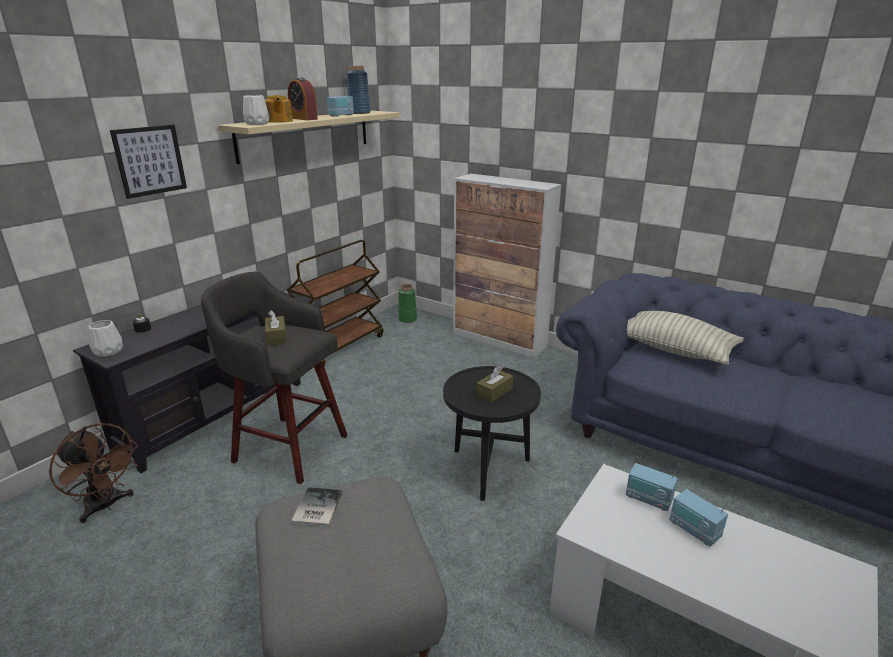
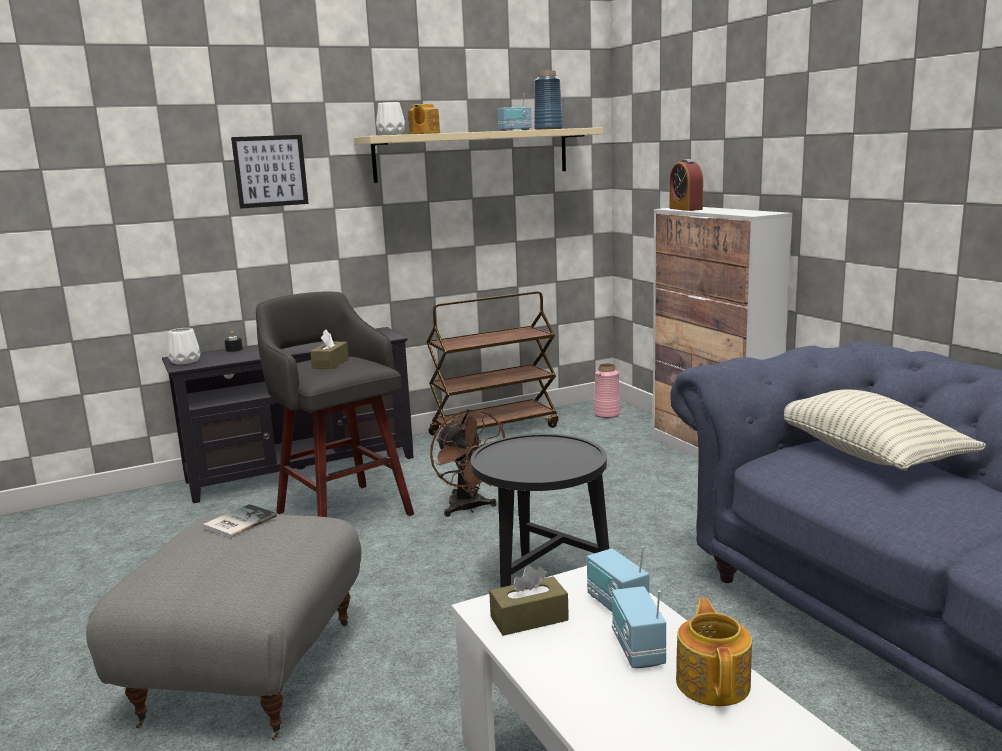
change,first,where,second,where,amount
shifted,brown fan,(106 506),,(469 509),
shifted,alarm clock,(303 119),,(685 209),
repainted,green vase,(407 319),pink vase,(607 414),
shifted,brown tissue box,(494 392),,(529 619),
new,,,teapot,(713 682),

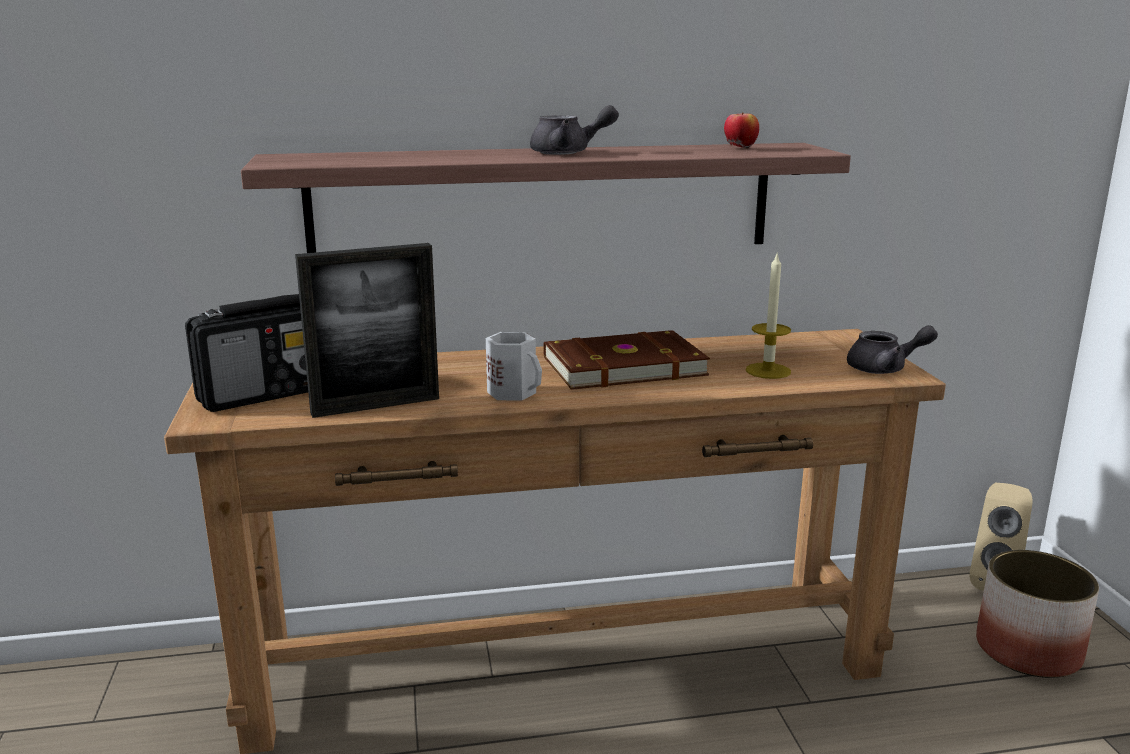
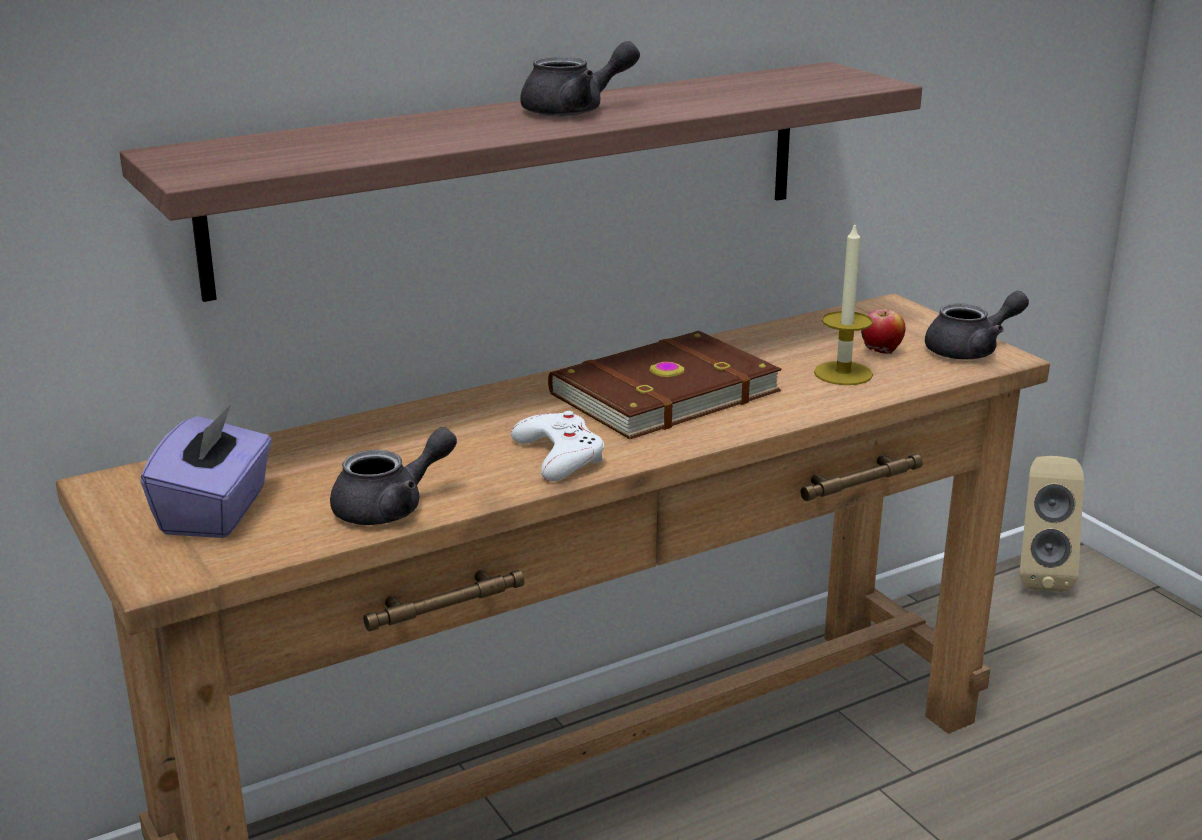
change,first,where,second,where,amount
swapped,radio,(270 393),purple tissue box,(216 512),
swapped,picture frame,(376 406),grey teapot,(391 507),
swapped,white mug,(514 392),white game controller,(559 455),
shifted,apple,(740 148),,(881 352),
gone,planter,(1027 650),,,

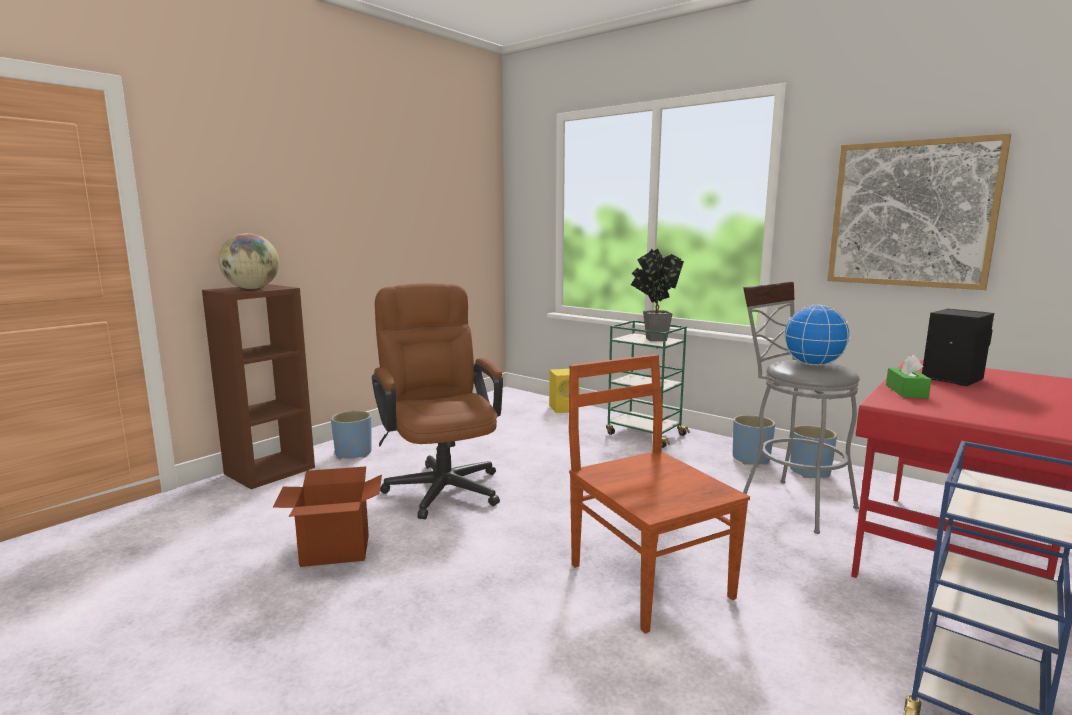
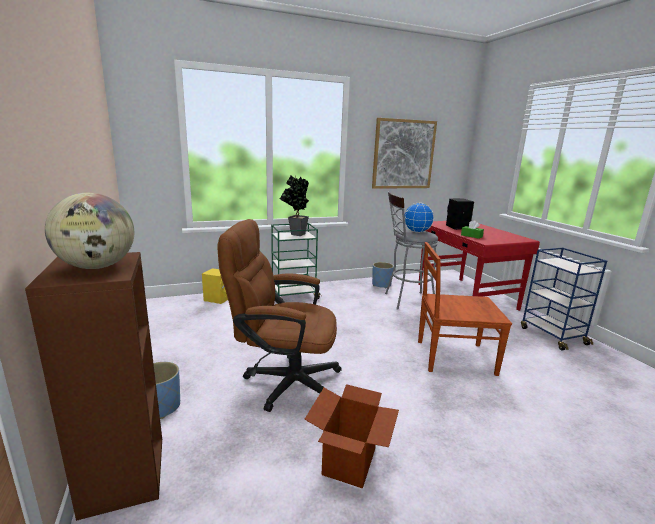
change,first,where,second,where,amount
gone,blue planter,(751 459),,,

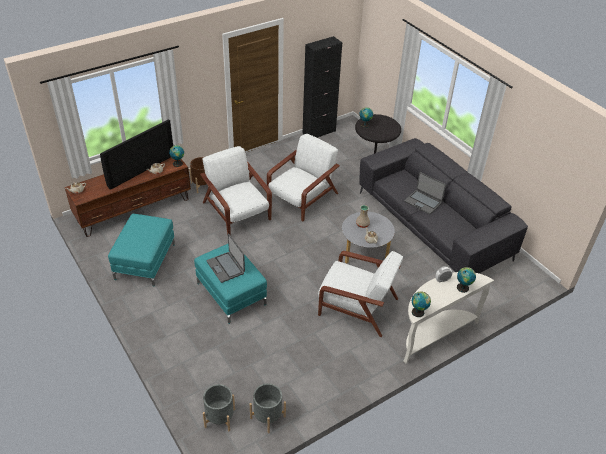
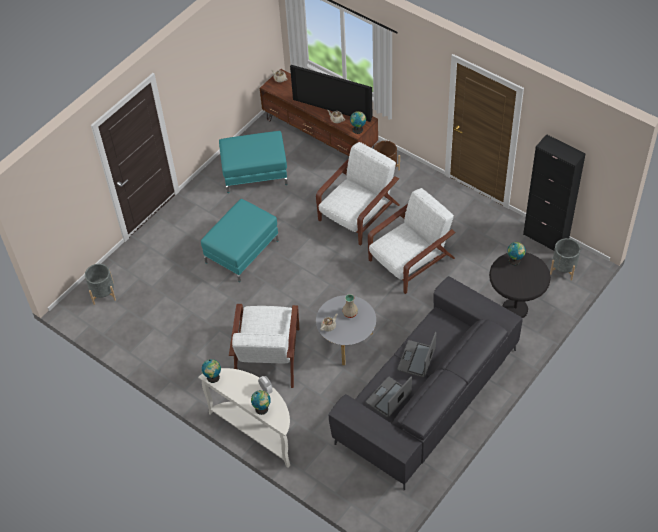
change,first,where,second,where,amount
shifted,laptop,(226 267),,(389 398),
shifted,grey planter,(267 417),,(563 269),
rotated,white armchair,(302 198),,(410 260),60 degrees counterclockwise

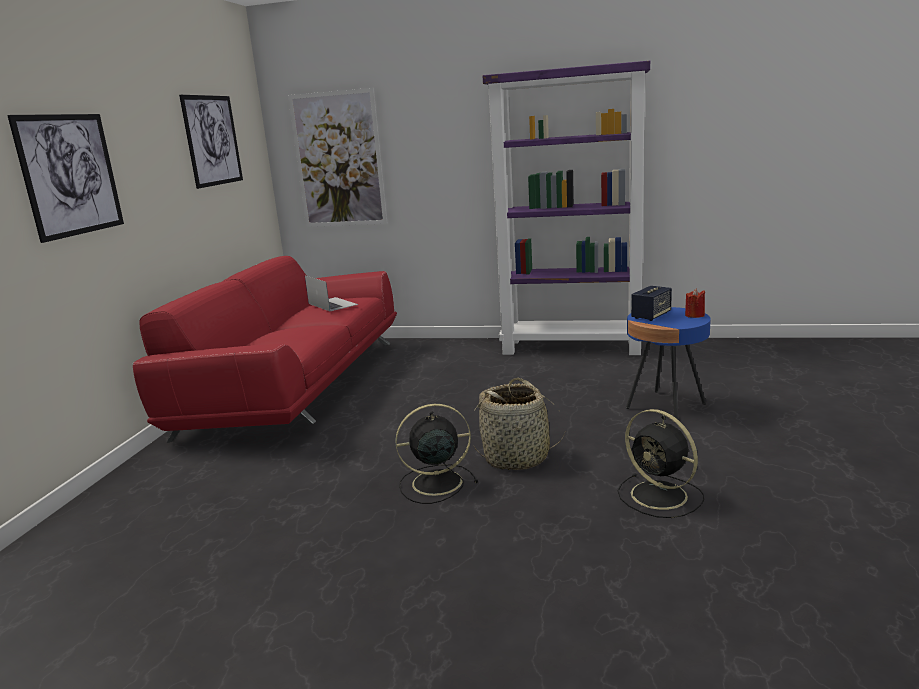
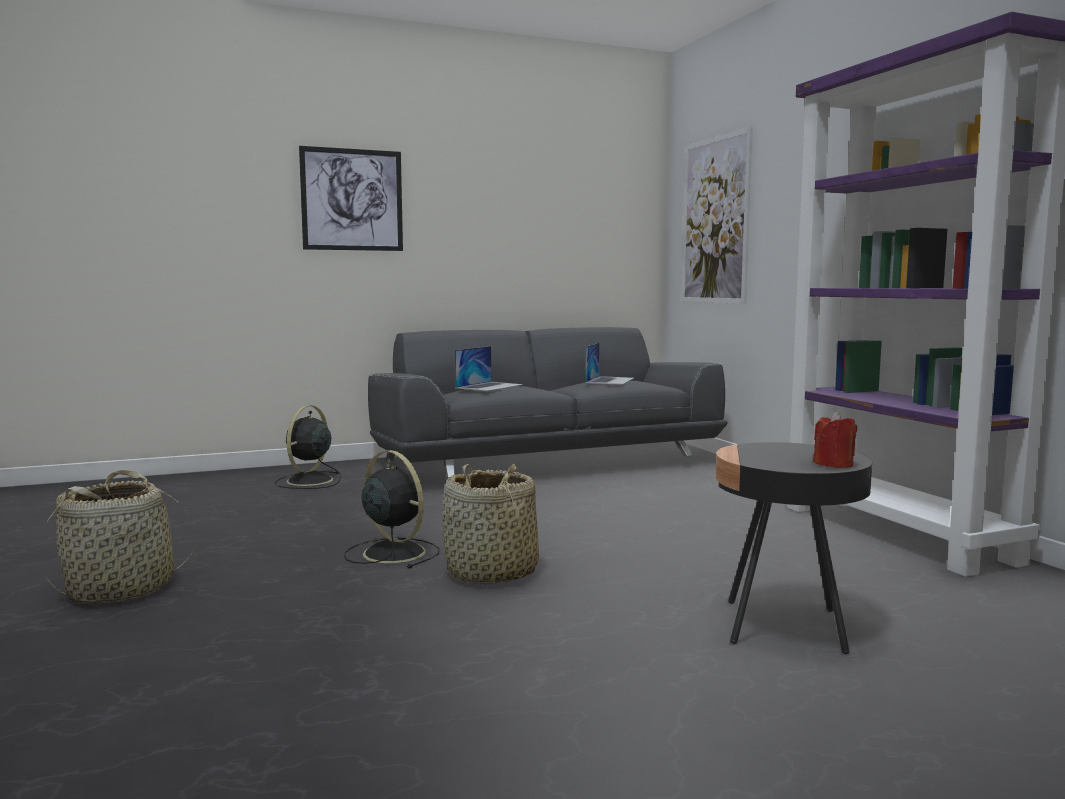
change,first,where,second,where,amount
repainted,red sofa,(294 387),grey sofa,(545 462),
gone,picture,(212 140),,,
shifted,black fan,(661 496),,(308 481),
repainted,blue side table,(665 406),black side table,(784 626),
gone,speaker,(651 316),,,
new,,,basket,(122 590),
new,,,laptop,(489 386),

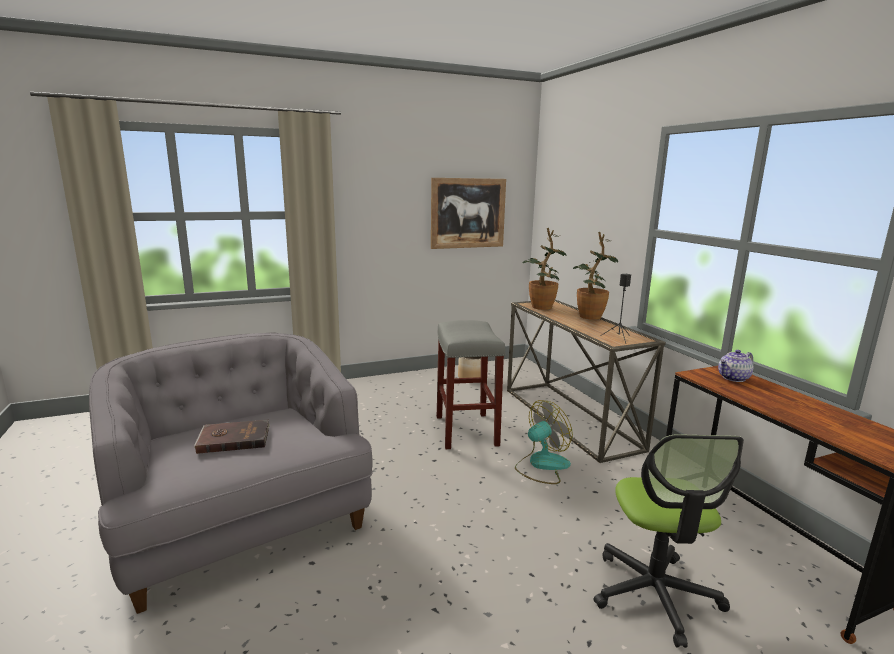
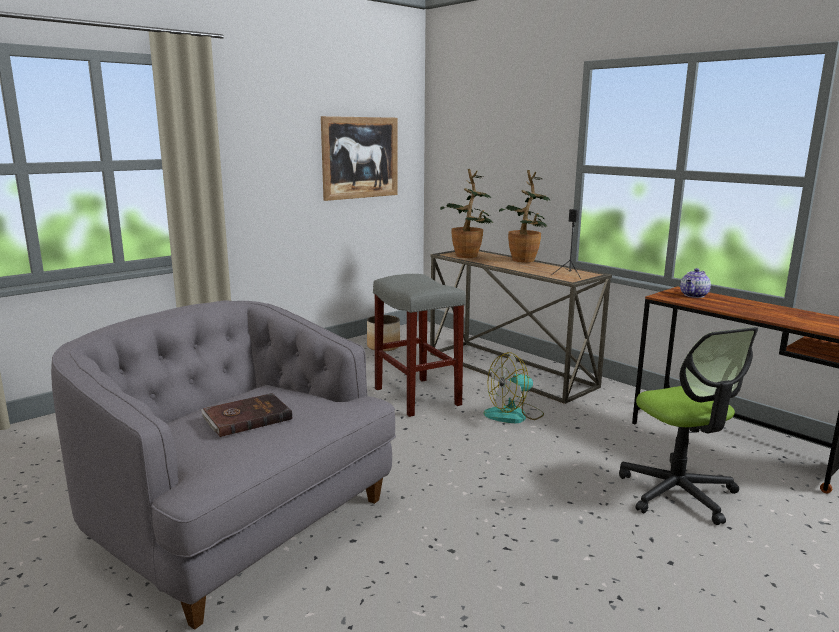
change,first,where,second,where,amount
rotated,fan,(541 465),,(514 415),150 degrees counterclockwise

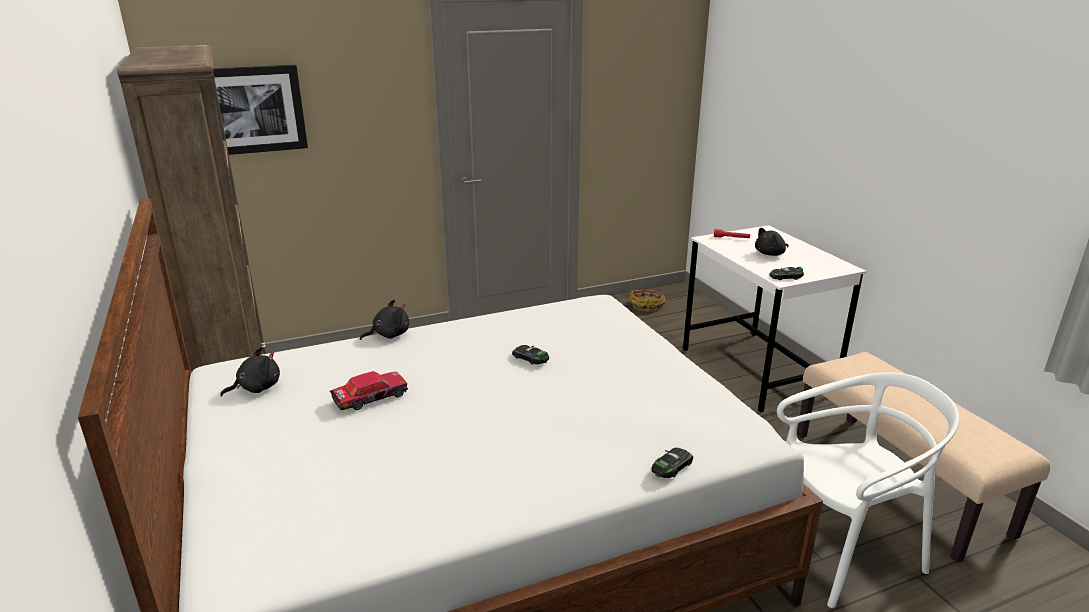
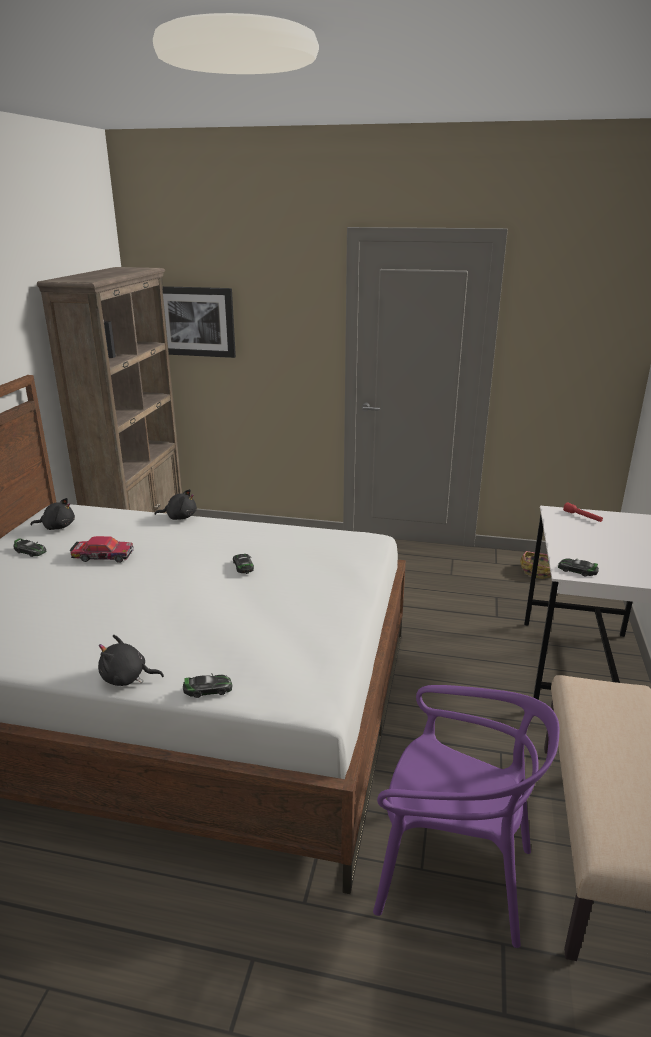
change,first,where,second,where,amount
shifted,black plush toy,(770 254),,(127 678),
repainted,white chair,(842 550),purple chair,(453 874),
new,,,toy car,(30 551),

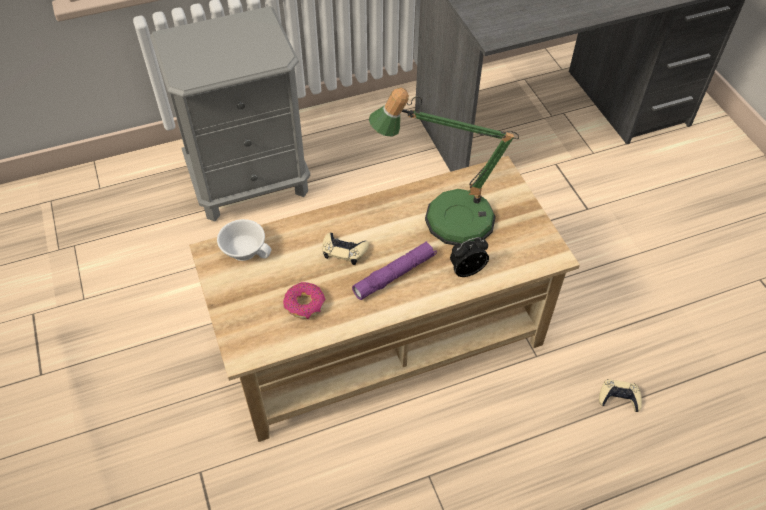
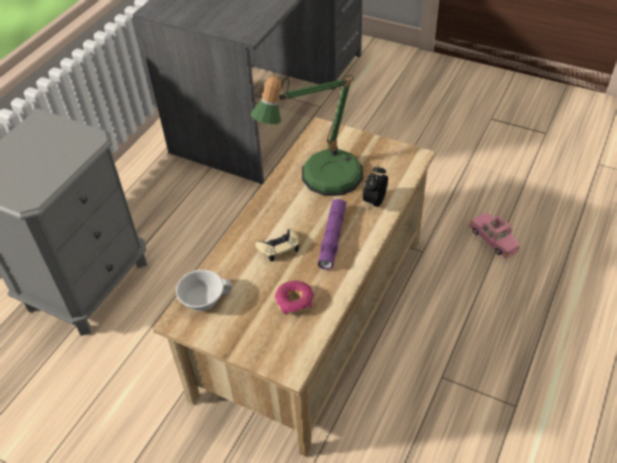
change,first,where,second,where,amount
swapped,beige game controller,(619 397),pink toy car,(493 239),

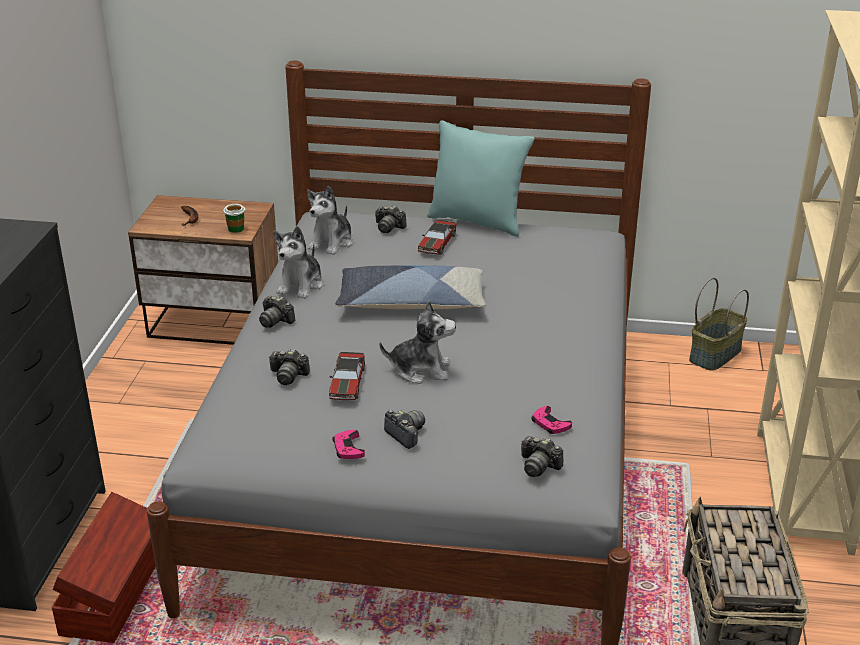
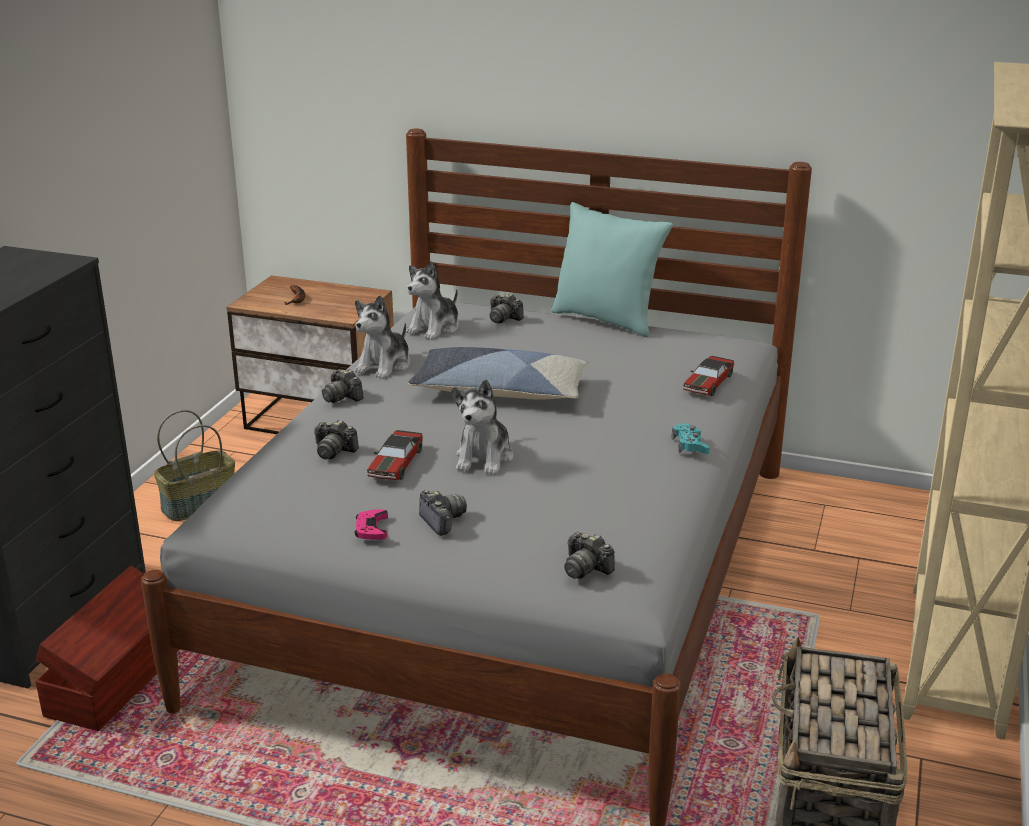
change,first,where,second,where,amount
gone,cup,(236 229),,,
rotated,plush toy,(420 370),,(484 458),90 degrees clockwise
shifted,toy car,(437 243),,(708 383),
gone,pink game controller,(550 424),,,
shifted,basket,(714 354),,(199 503),
new,,,turquoise game controller,(690 445),

